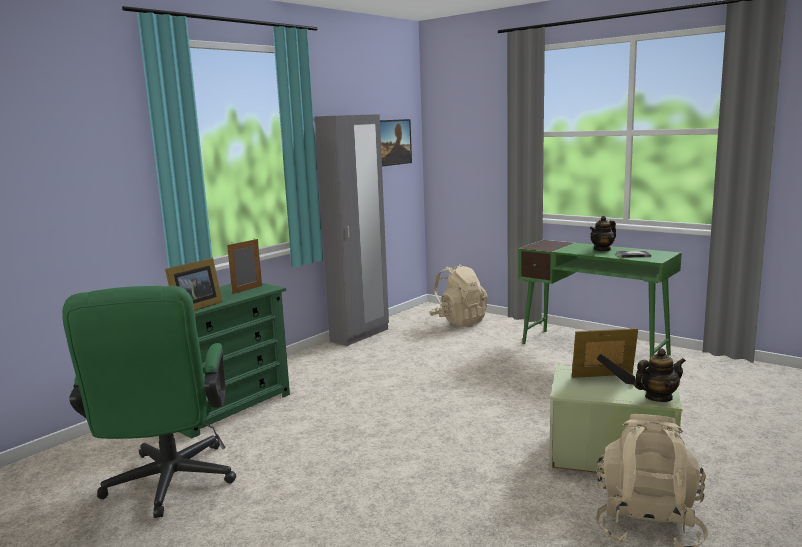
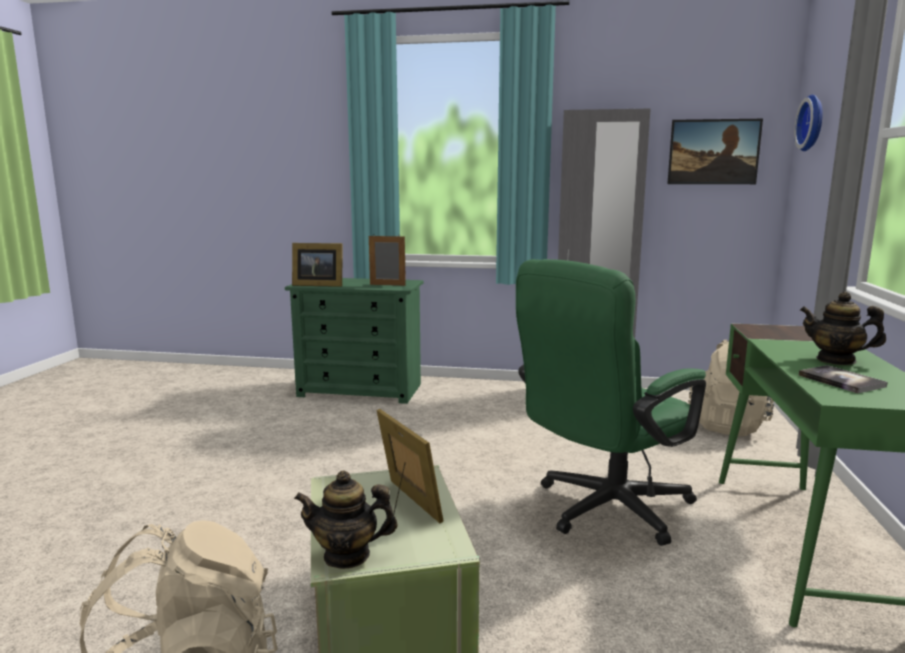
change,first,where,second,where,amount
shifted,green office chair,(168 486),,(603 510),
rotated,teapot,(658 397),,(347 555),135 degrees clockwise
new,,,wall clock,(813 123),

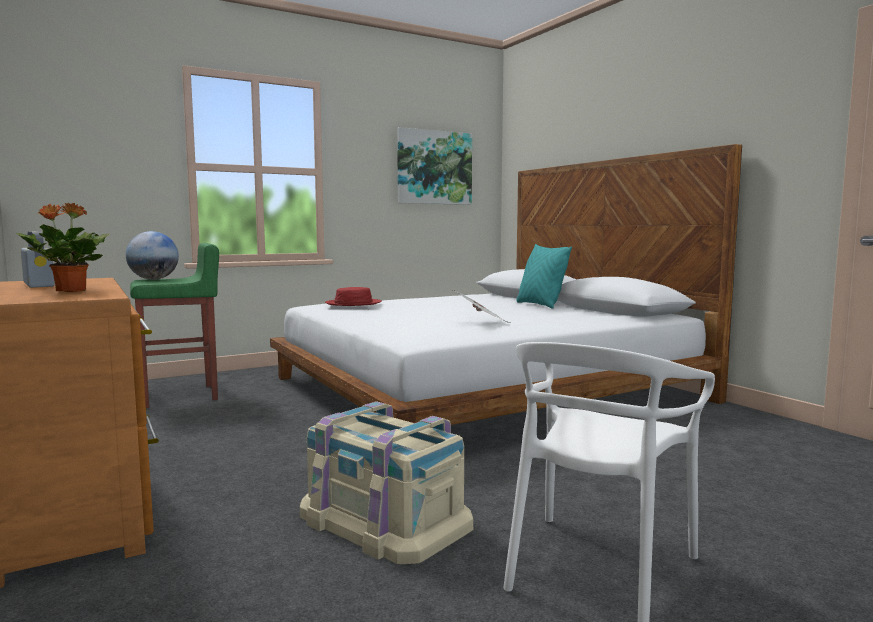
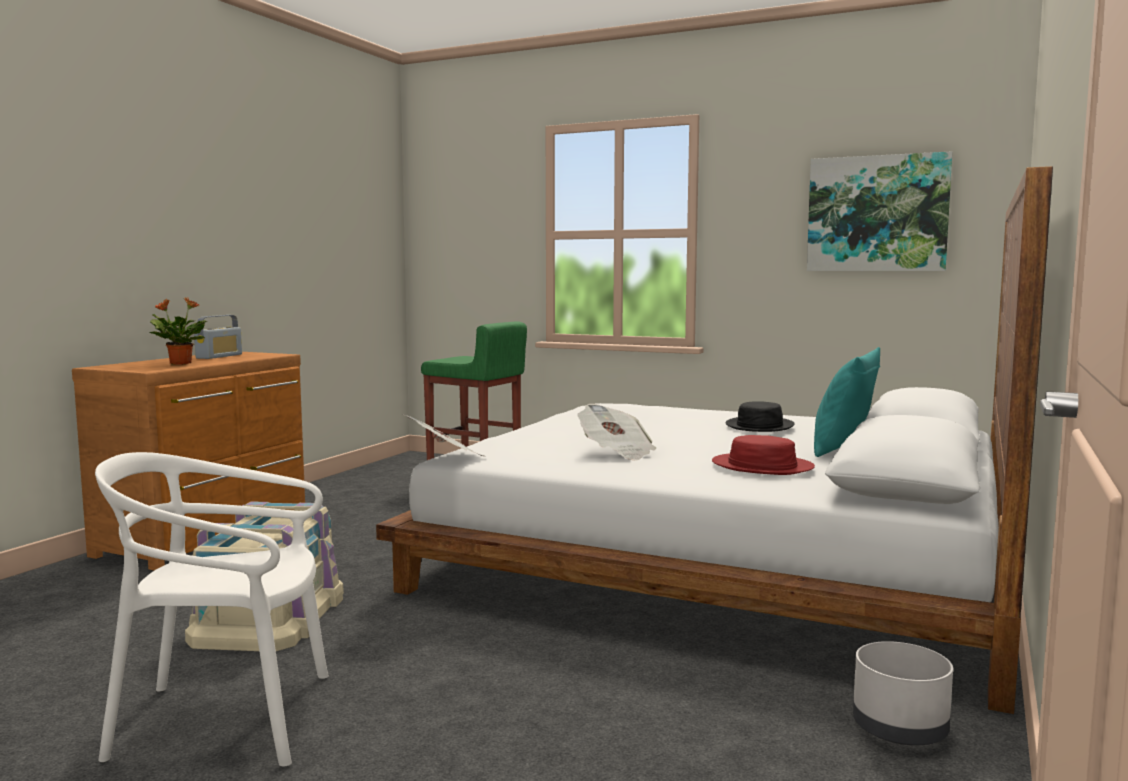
change,first,where,second,where,amount
gone,globe,(153 279),,,
shifted,red hat,(353 303),,(762 466),
new,,,newspaper,(445 457),
new,,,black hat,(759 426),
new,,,grey planter,(900 730),

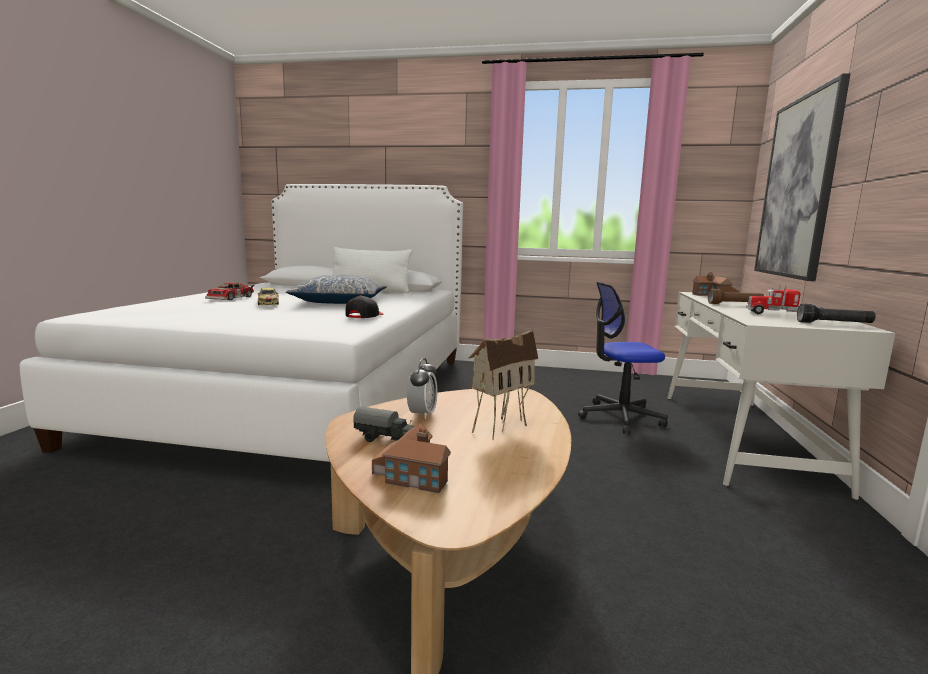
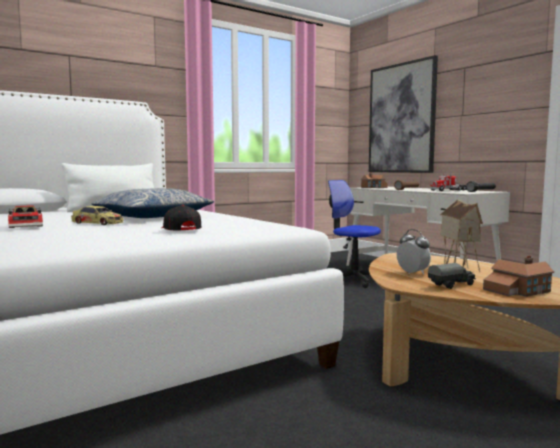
change,first,where,second,where,amount
shifted,black cap,(364 316),,(180 229),
rotated,office chair,(620 417),,(353 280),90 degrees clockwise

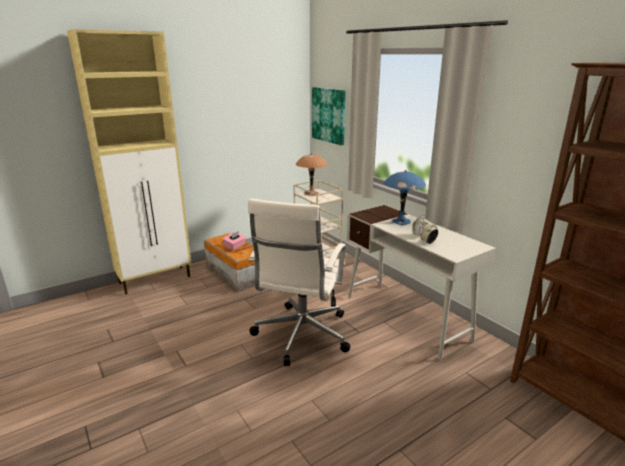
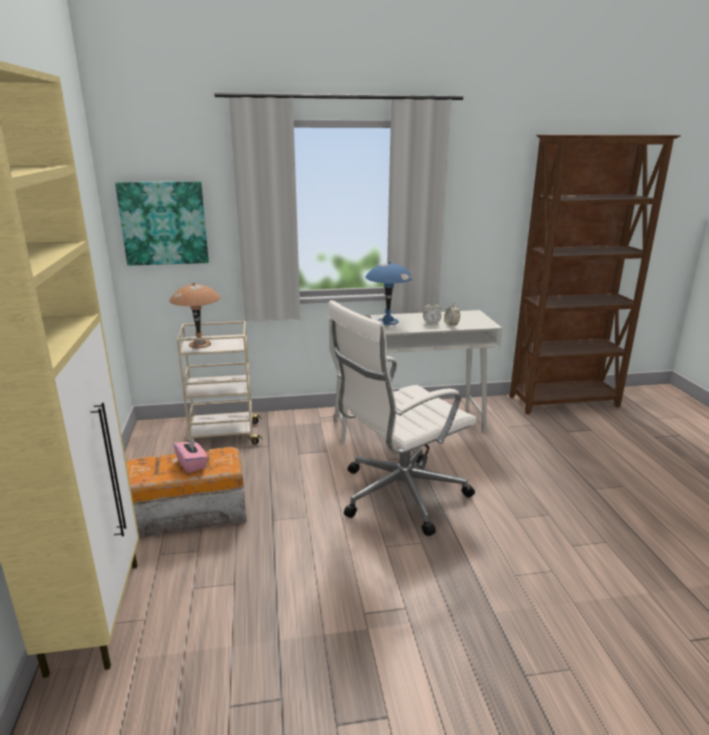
change,first,where,second,where,amount
rotated,white office chair,(301 335),,(398 495),105 degrees clockwise

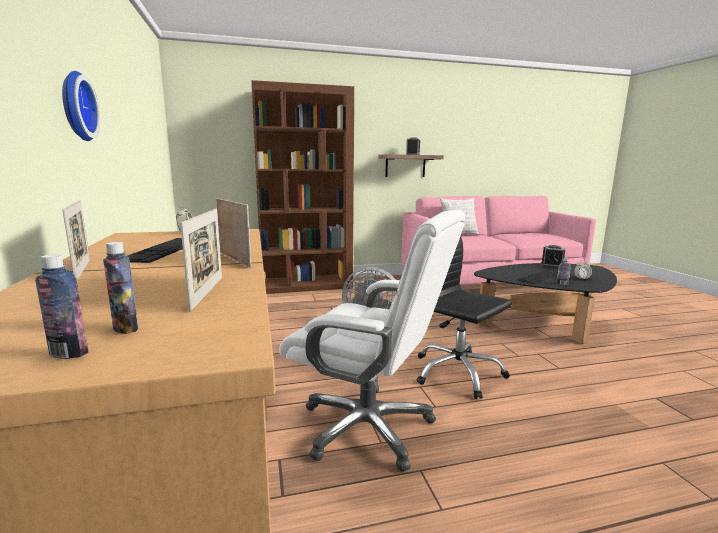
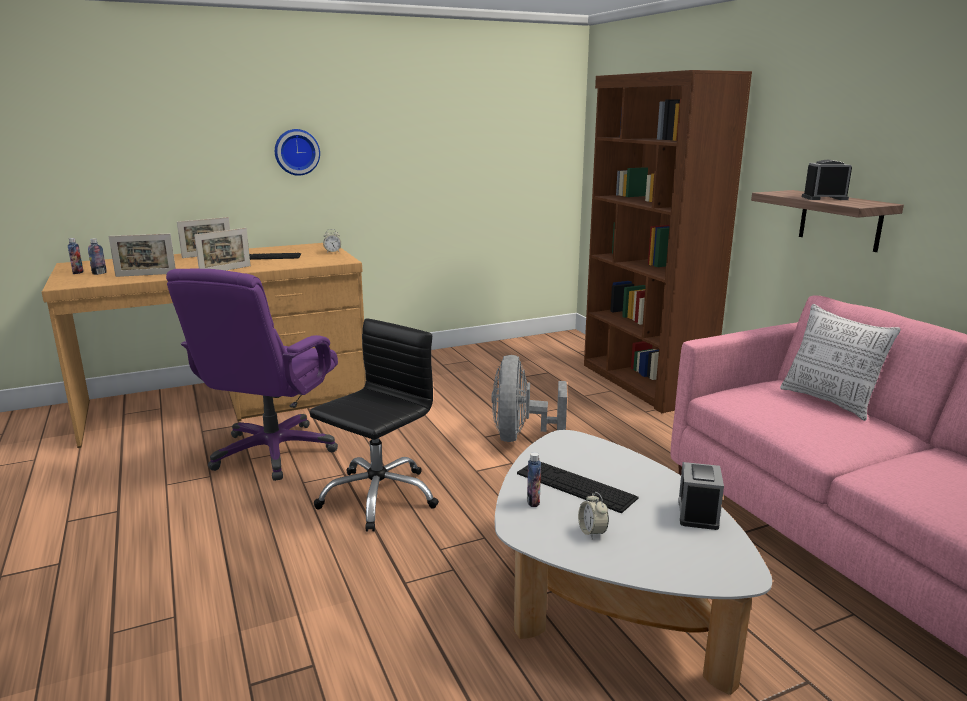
change,first,where,second,where,amount
repainted,white office chair,(368 427),purple office chair,(273 452),
repainted,black coffee table,(545 324),white coffee table,(605 601),

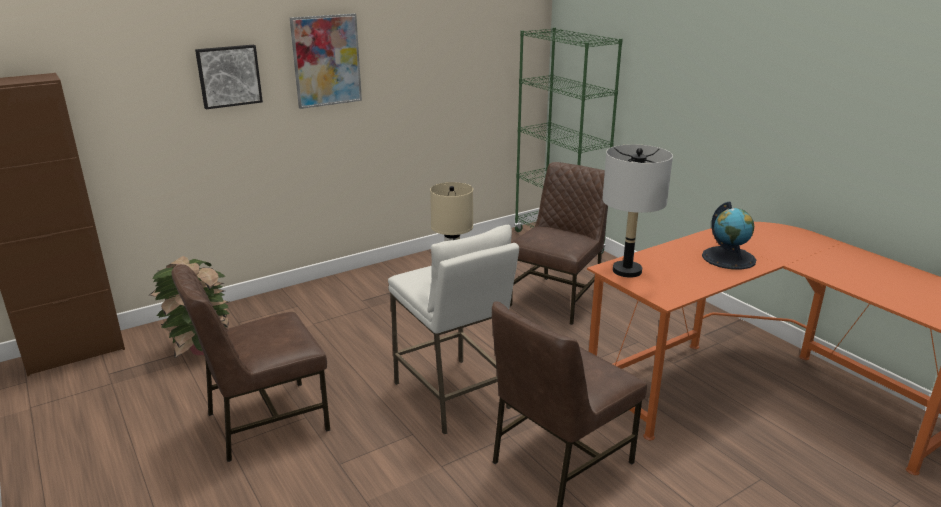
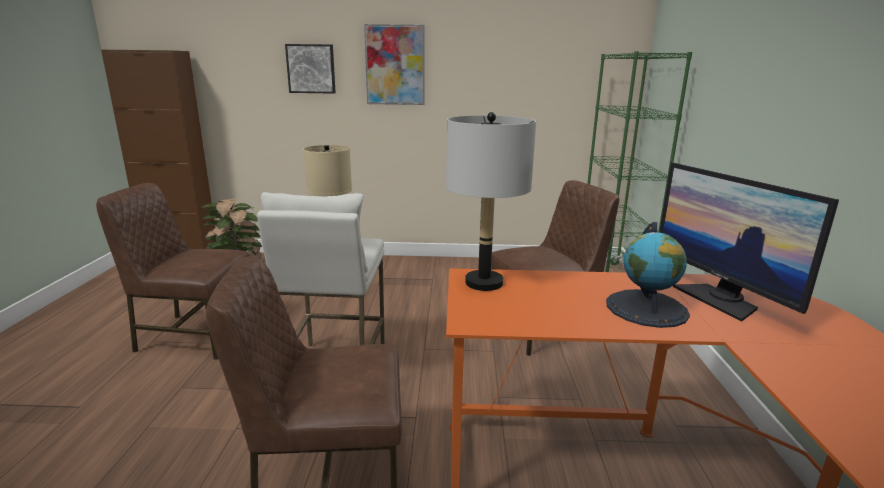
change,first,where,second,where,amount
new,,,monitor,(720 299),

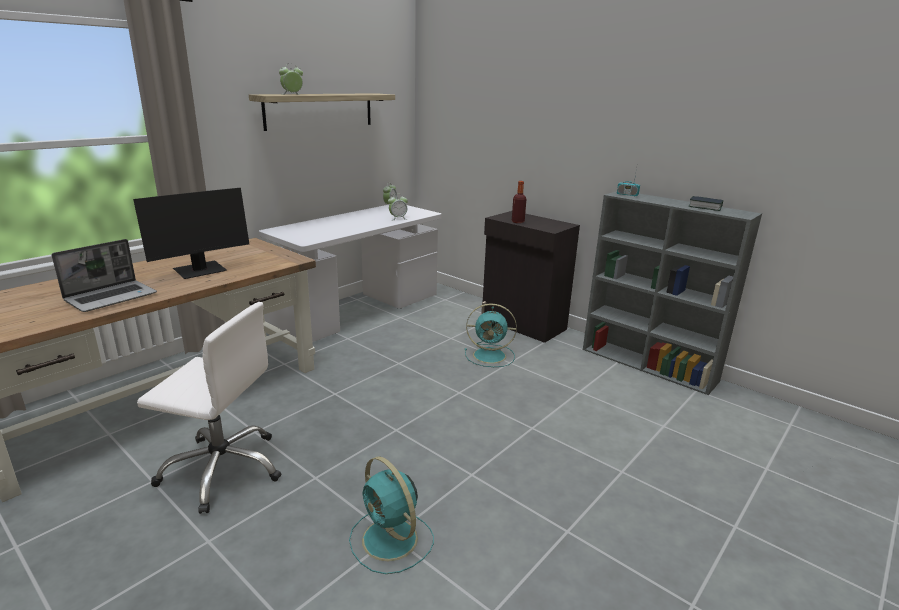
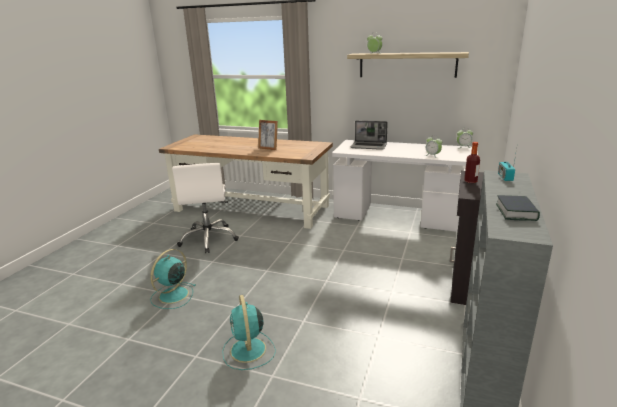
change,first,where,second,where,amount
shifted,laptop,(112 297),,(369 146),
swapped,monitor,(200 271),picture frame,(268 148),
shifted,turquoise fan,(491 355),,(248 351),

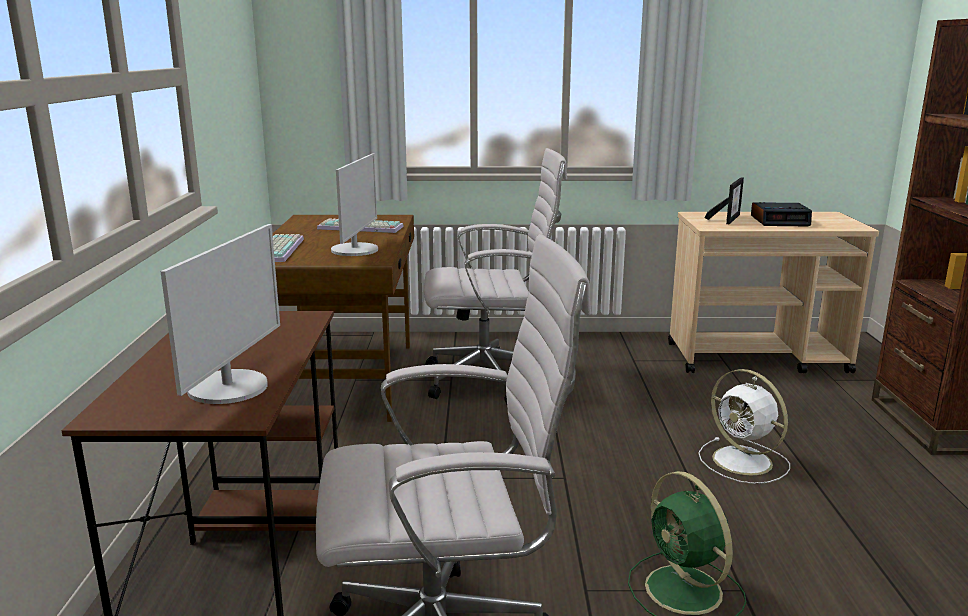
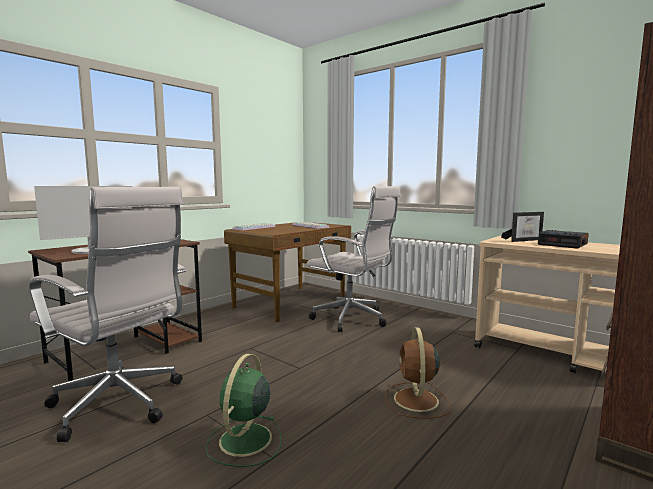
change,first,where,second,where,amount
gone,monitor,(355 250),,,
repainted,white fan,(744 462),brown fan,(416 401),

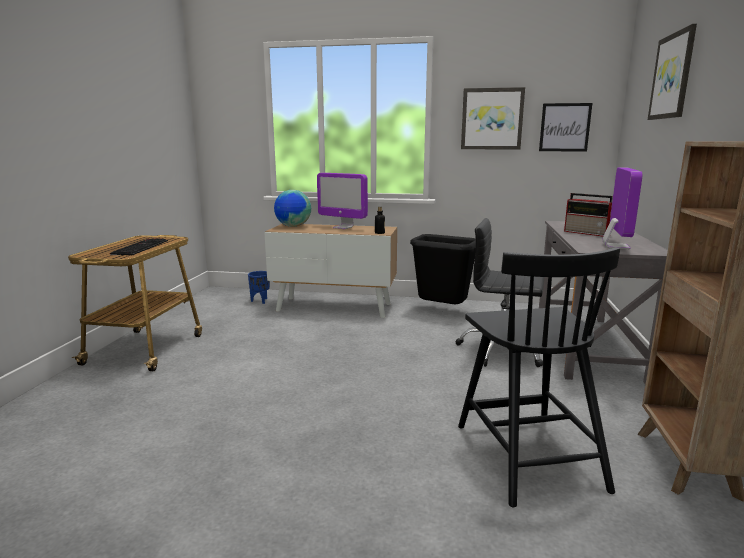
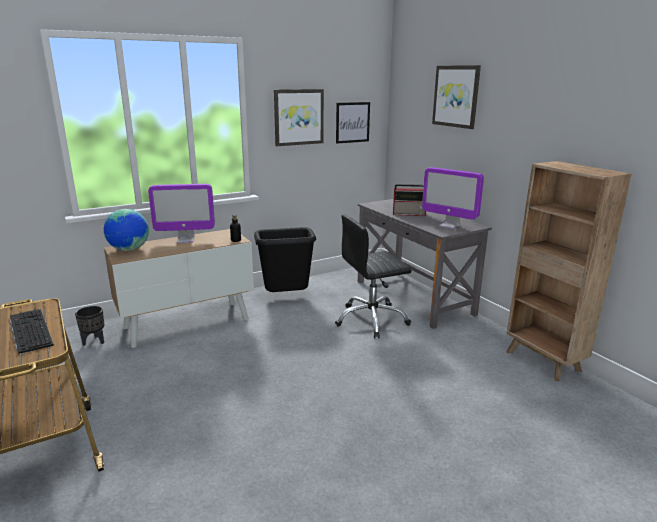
change,first,where,second,where,amount
repainted,blue planter,(260 301),black planter,(94 341),
gone,black chair,(527 454),,,
rotated,monitor,(615 246),,(449 225),150 degrees clockwise

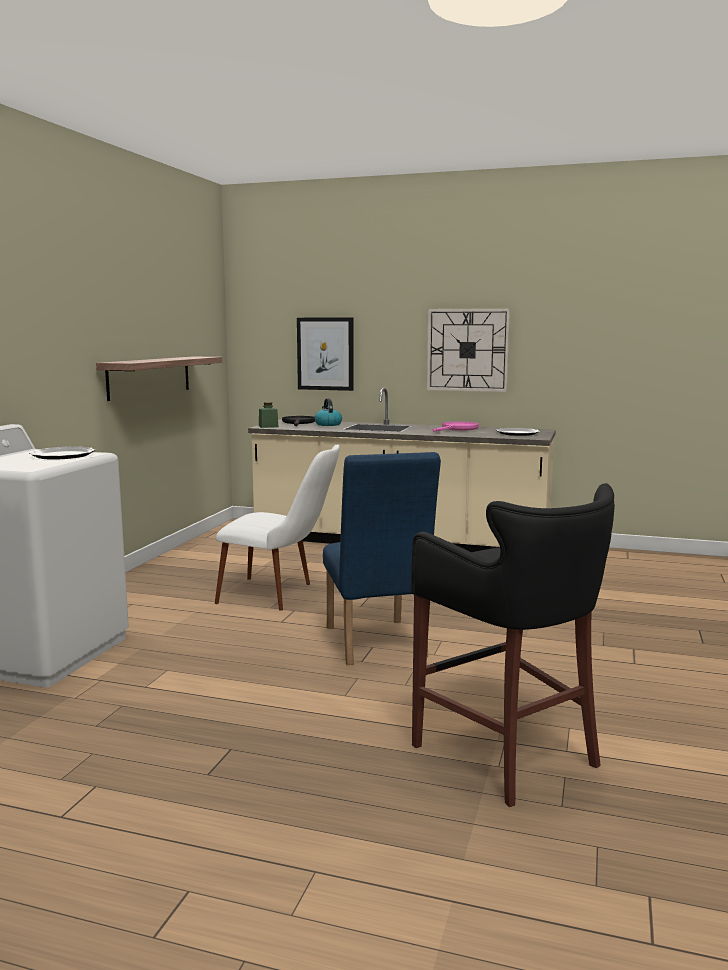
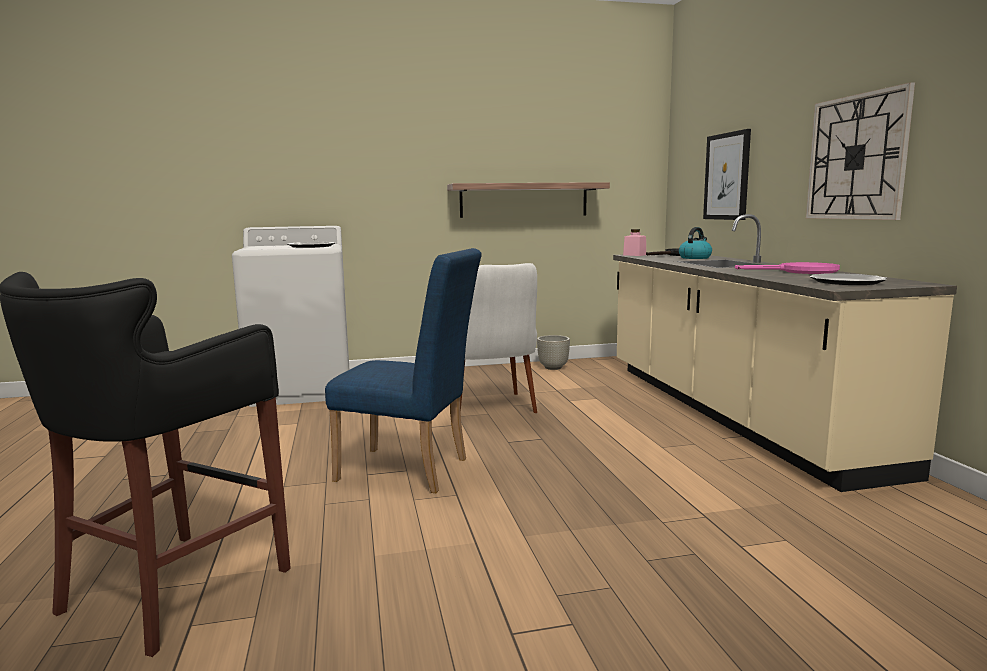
change,first,where,second,where,amount
repainted,green jar,(268 426),pink jar,(634 255),
rotated,blue chair,(376 645),,(411 471),120 degrees counterclockwise
new,,,grey planter,(553 368),

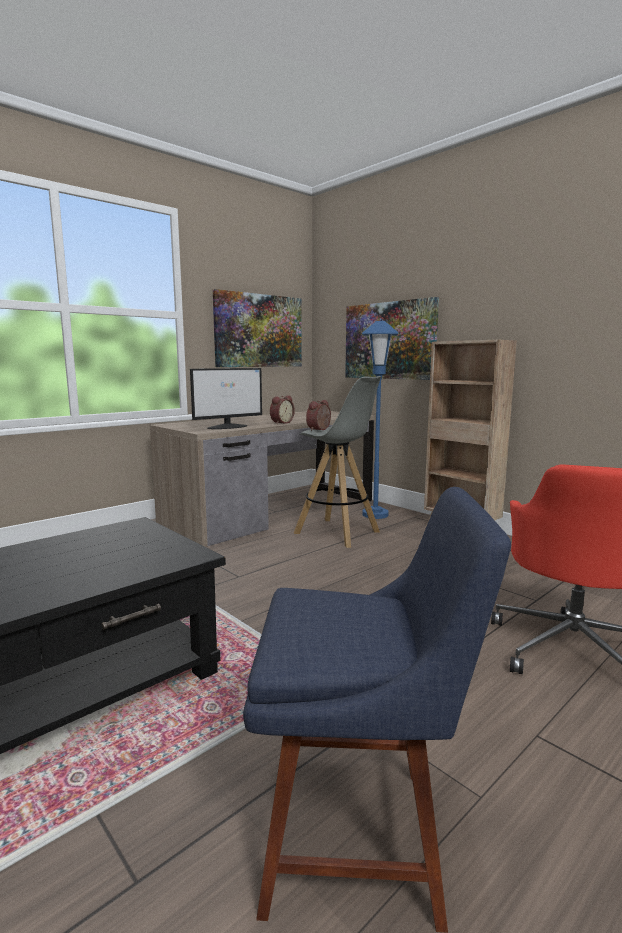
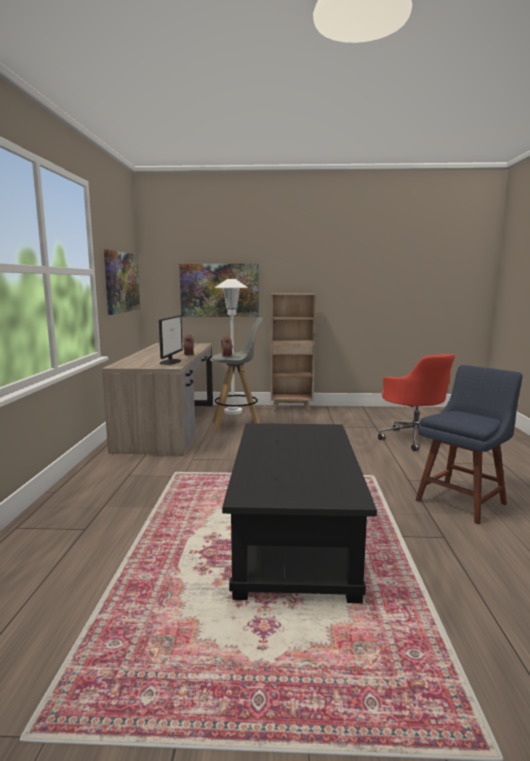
change,first,where,second,where,amount
repainted,blue floor lamp,(375 514),white floor lamp,(233 412),

